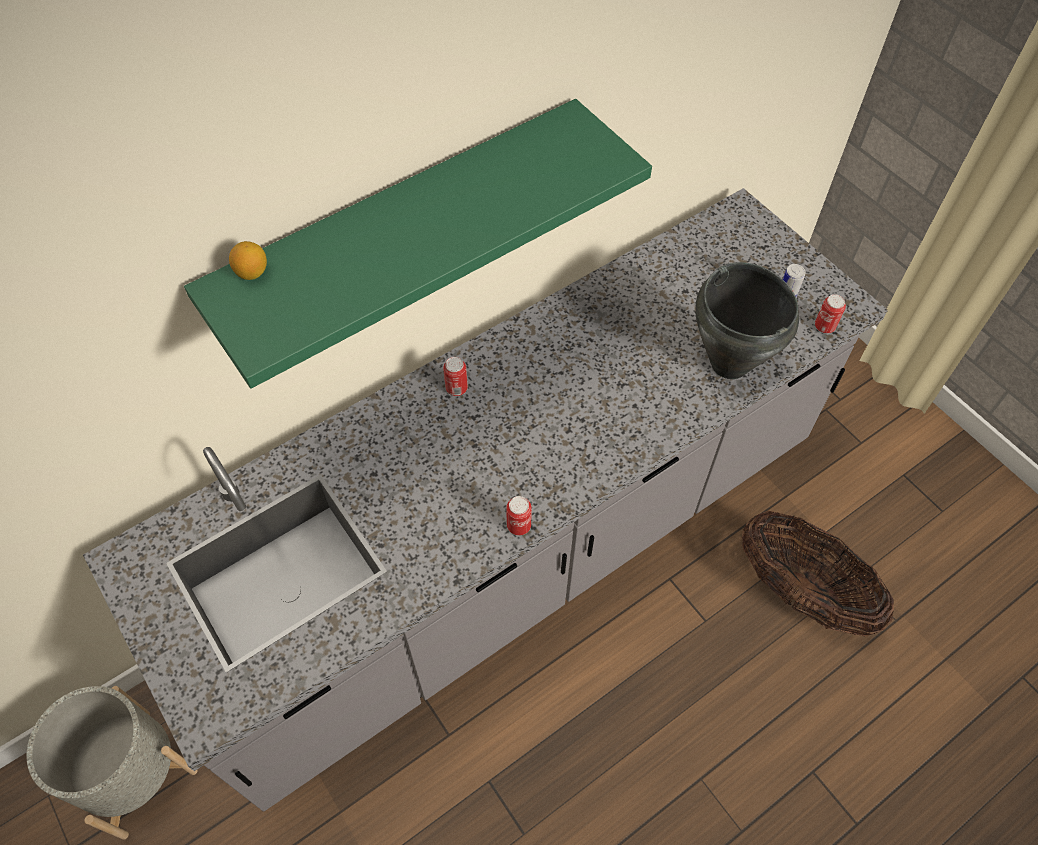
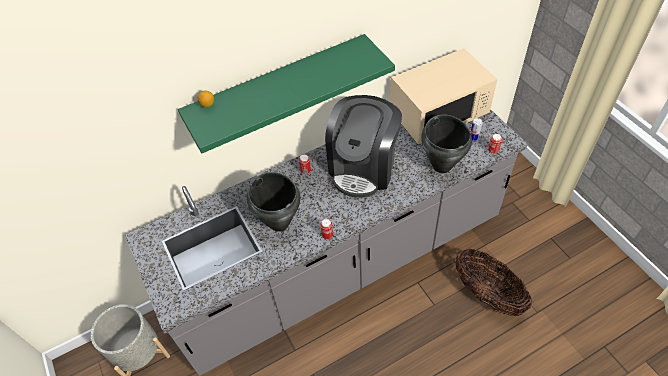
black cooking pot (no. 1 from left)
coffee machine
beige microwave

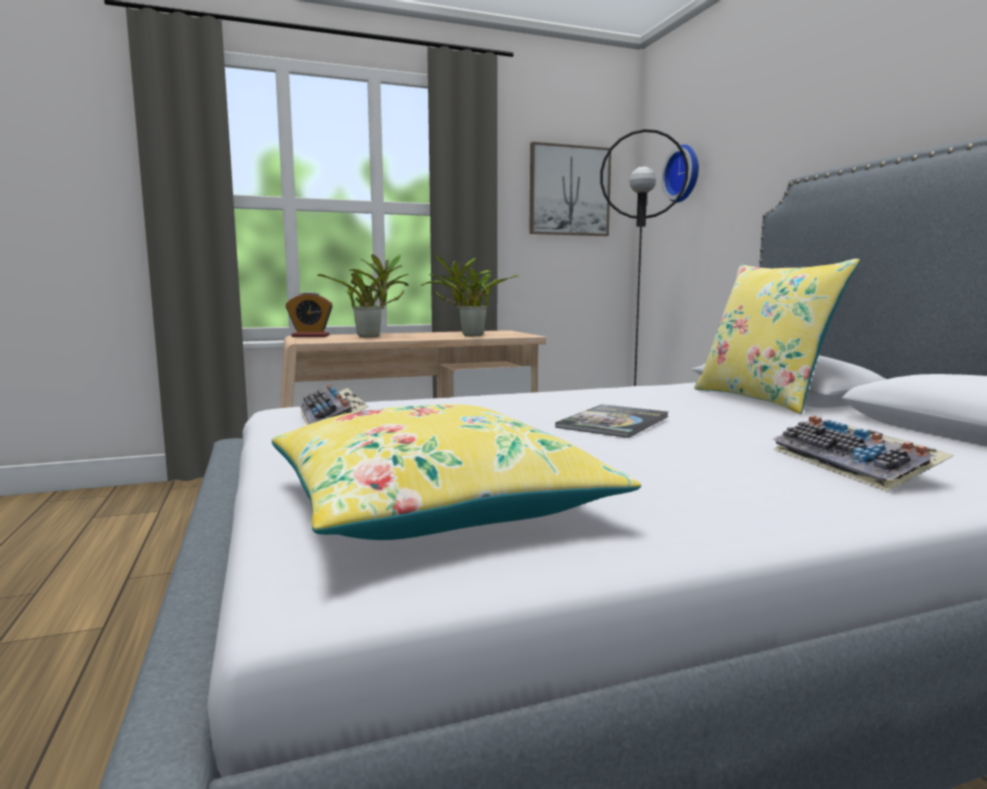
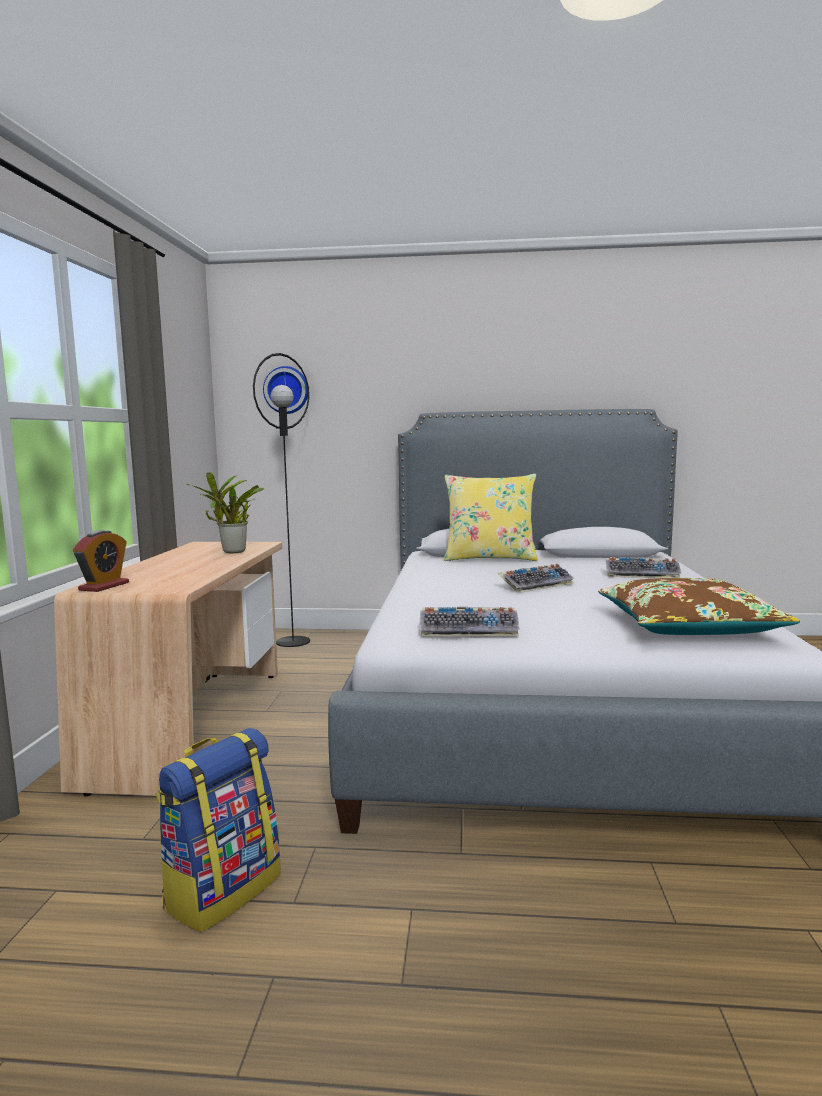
brown pillow
potted plant (no. 1 from left in the first image)
picture
keyboard (no. 2 from left)
backpack

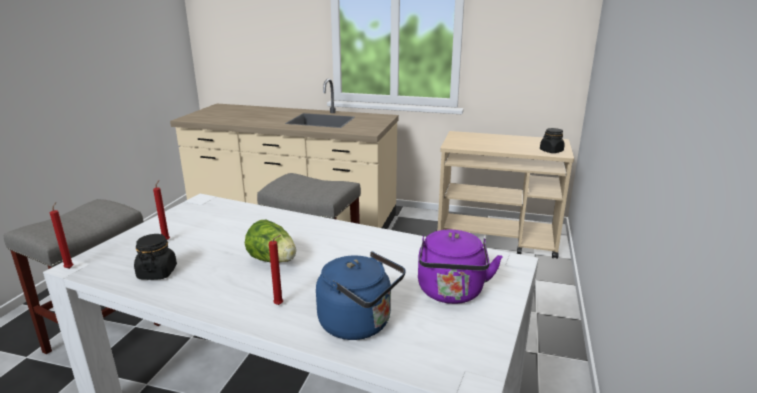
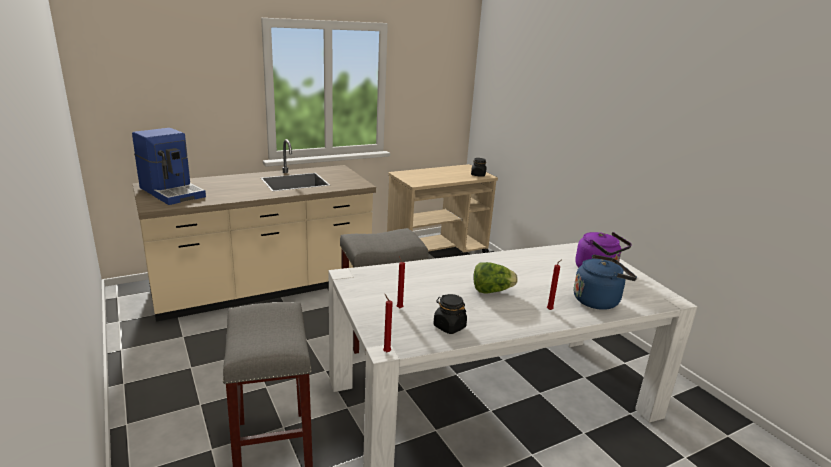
coffee machine

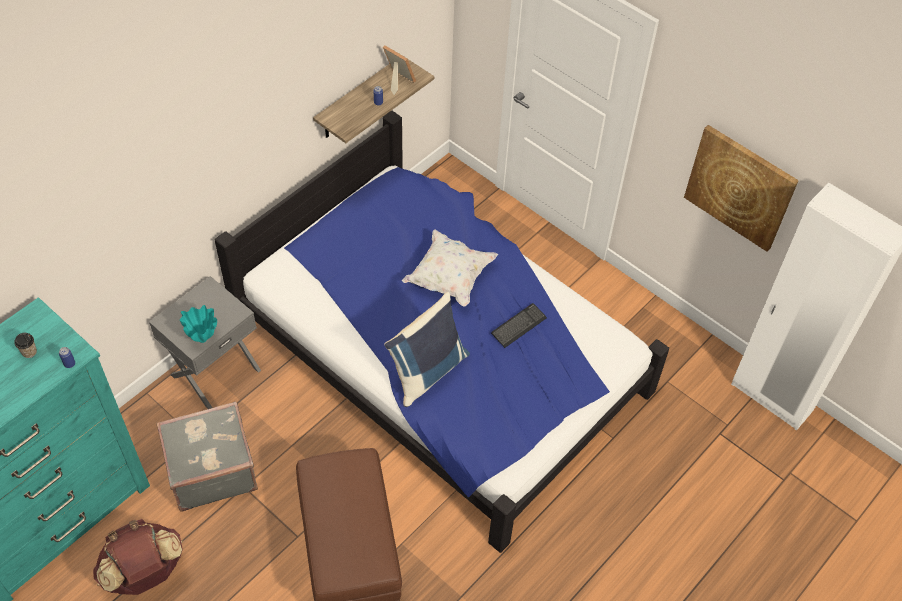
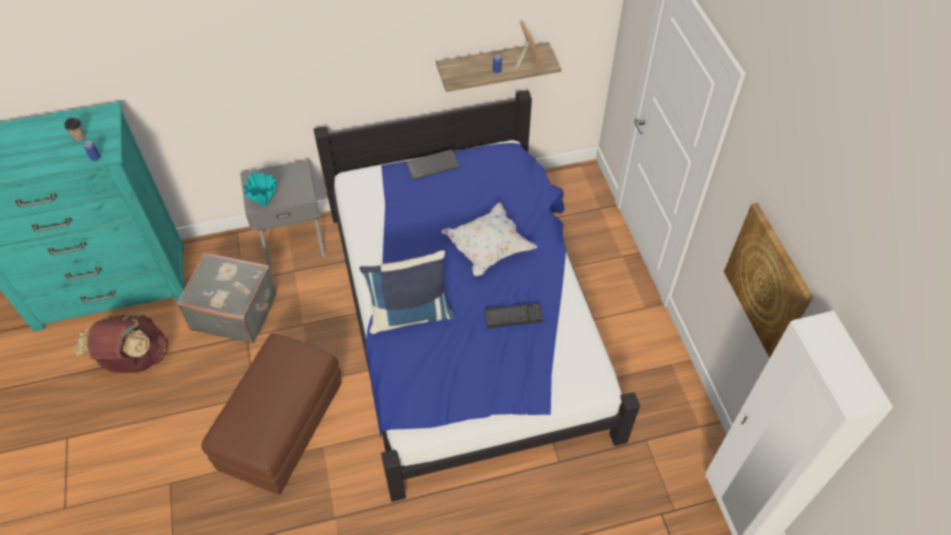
keyboard (no. 1 from left)

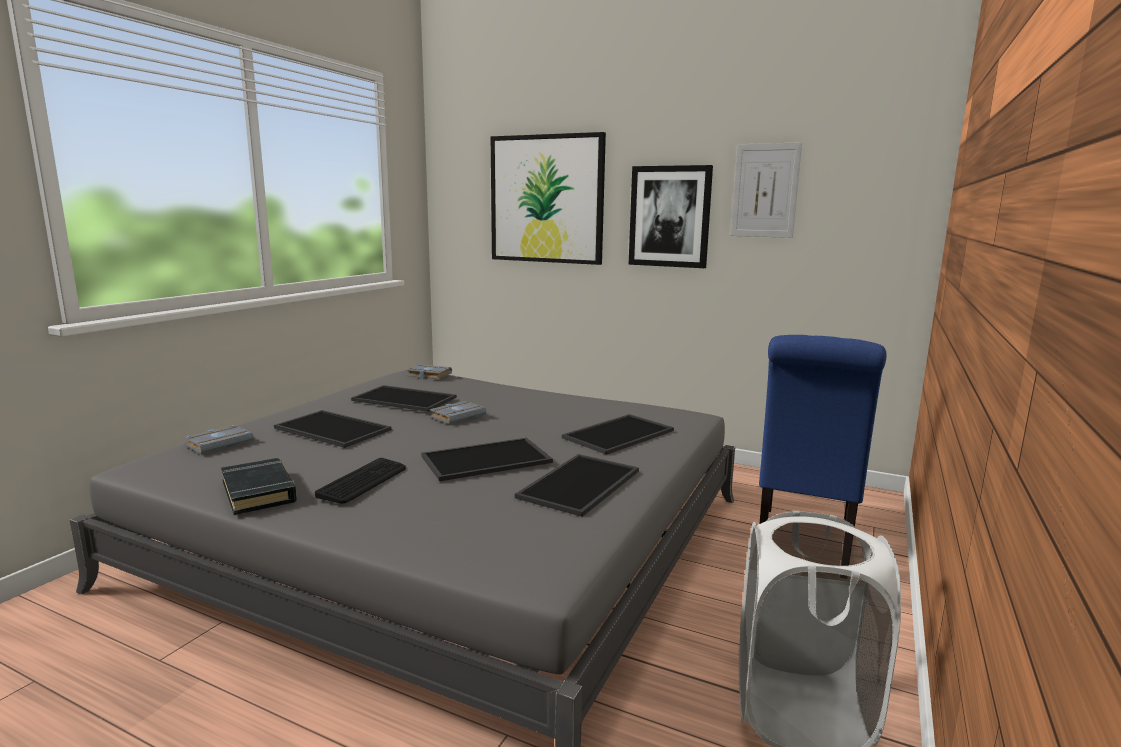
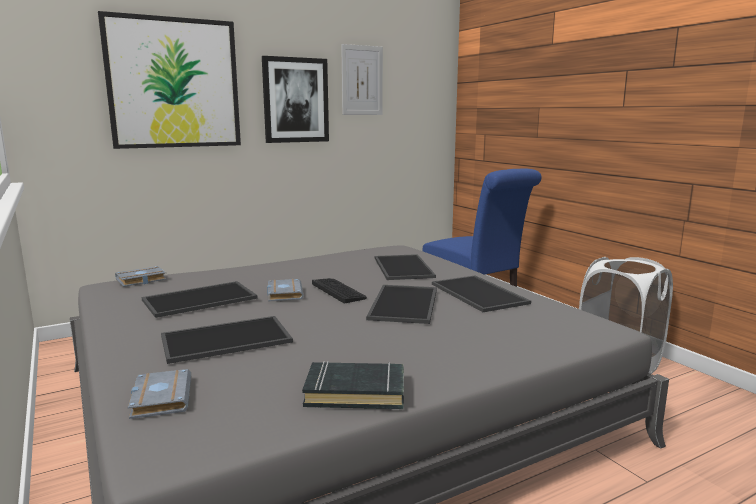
keyboard

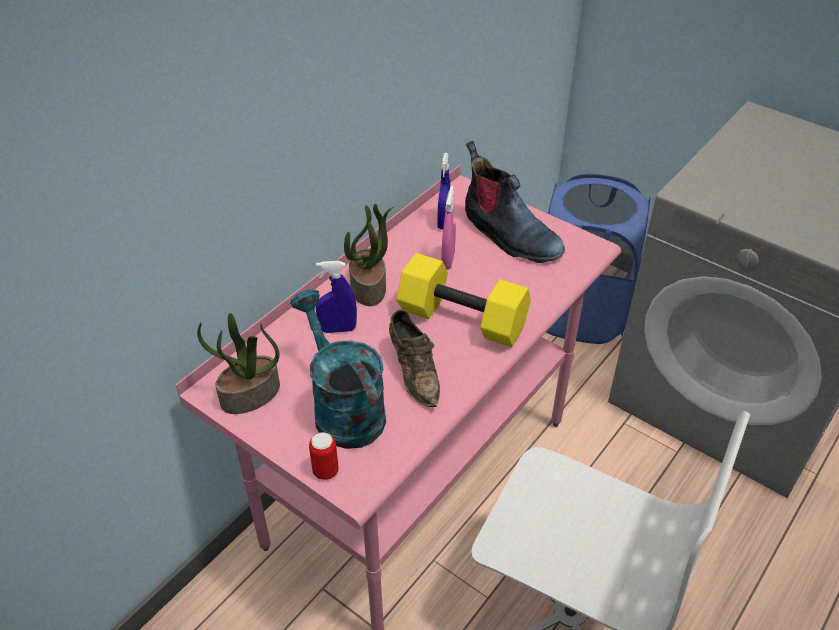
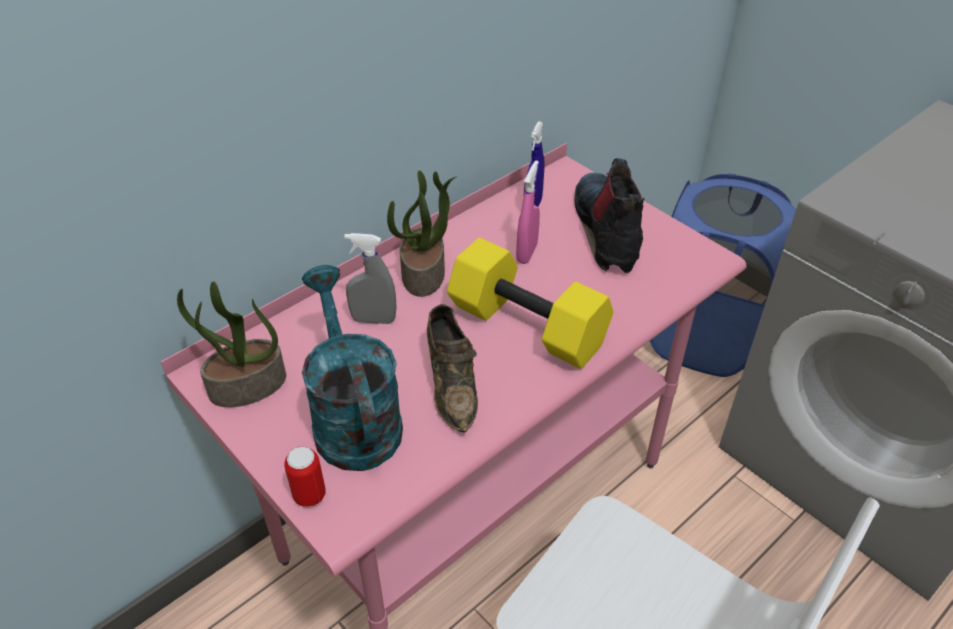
grey spray bottle
boot

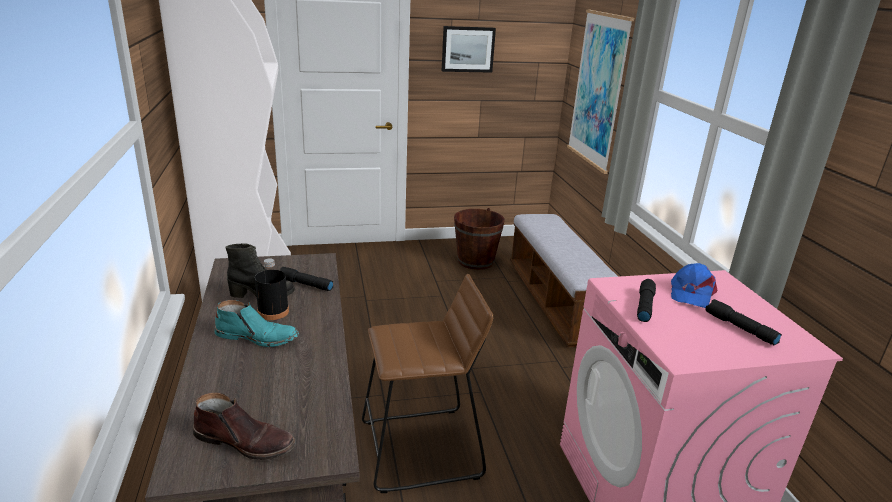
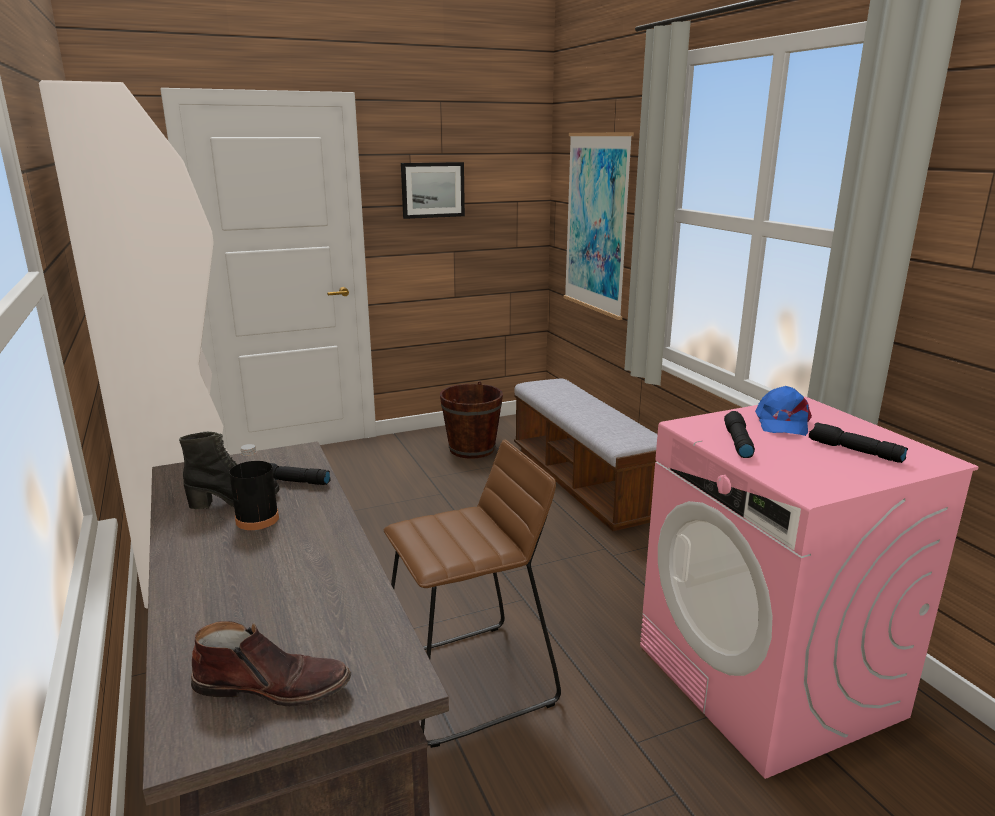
turquoise boot

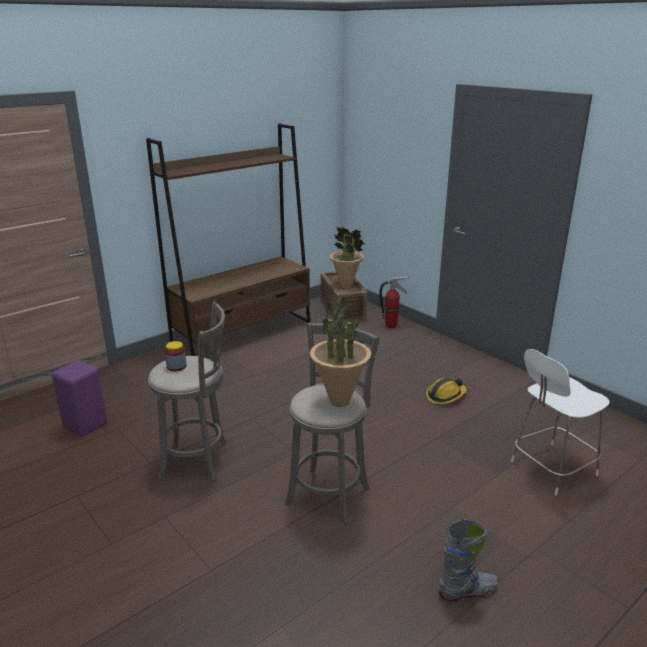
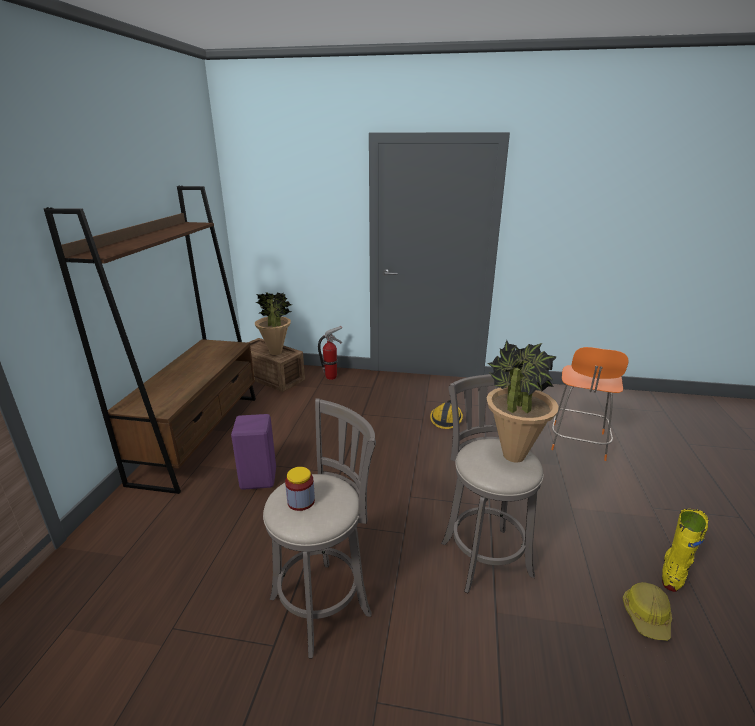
purple stool
yellow boot
orange chair
hard hat (no. 2 from left)

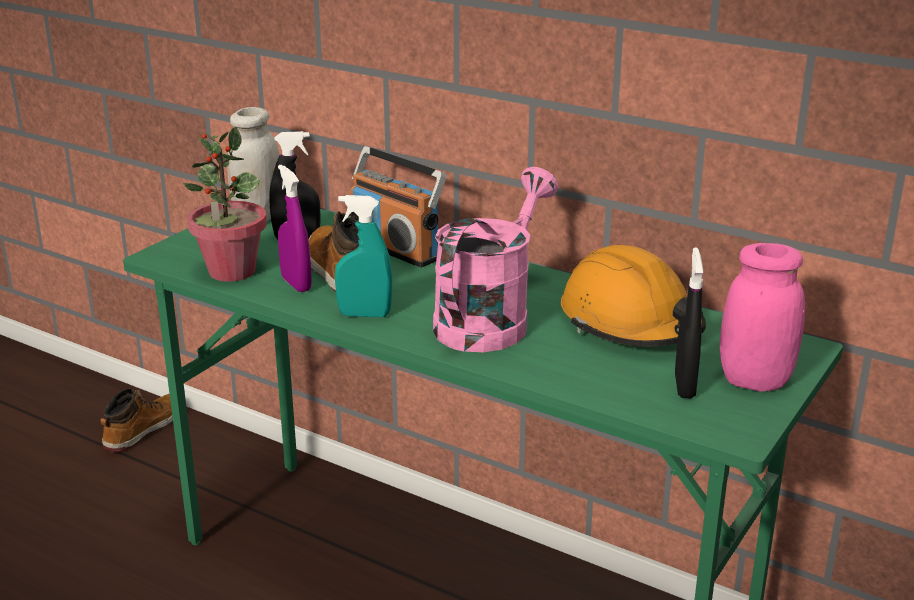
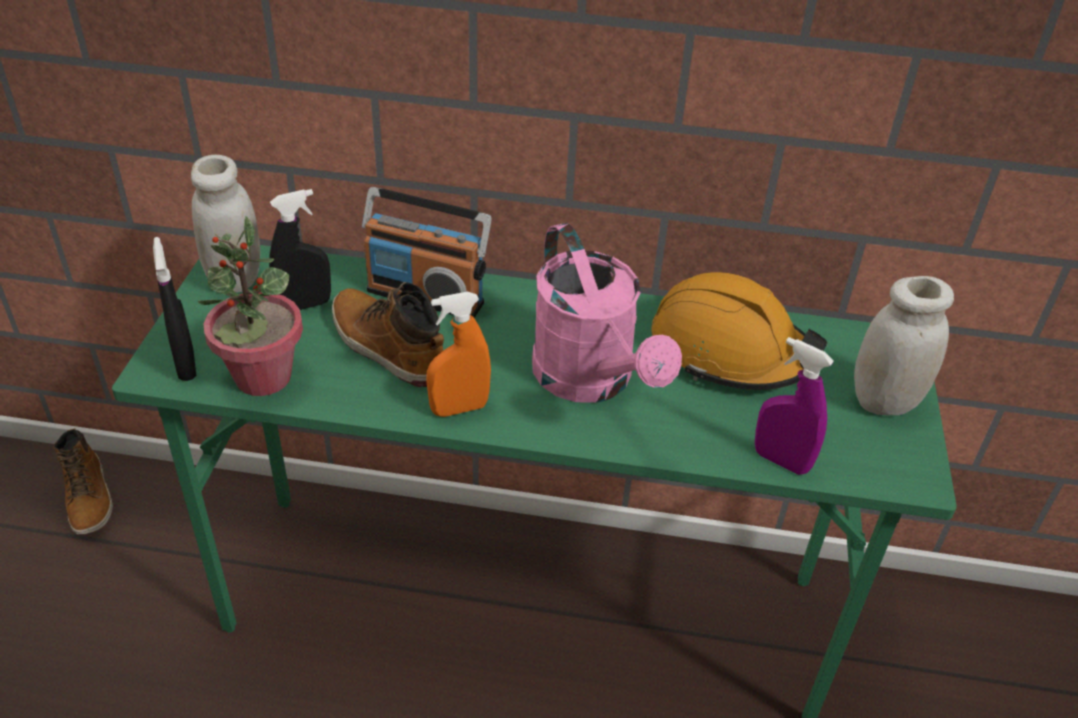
boot (no. 1 from left)
purple spray bottle
orange spray bottle
pink watering can
black spray bottle (no. 1 from left)
white jar (no. 2 from left)

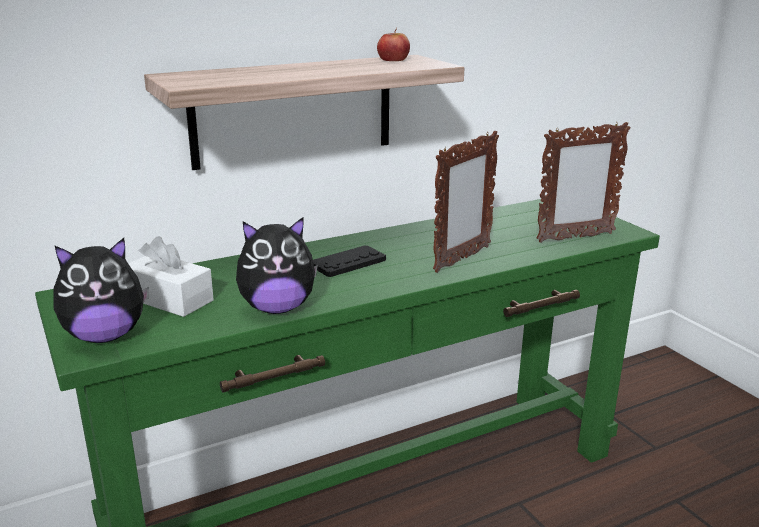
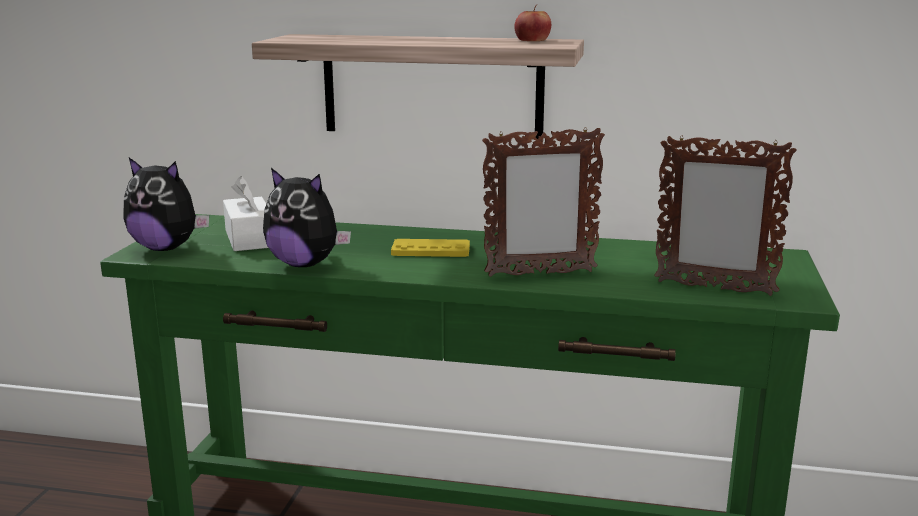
yellow game controller

